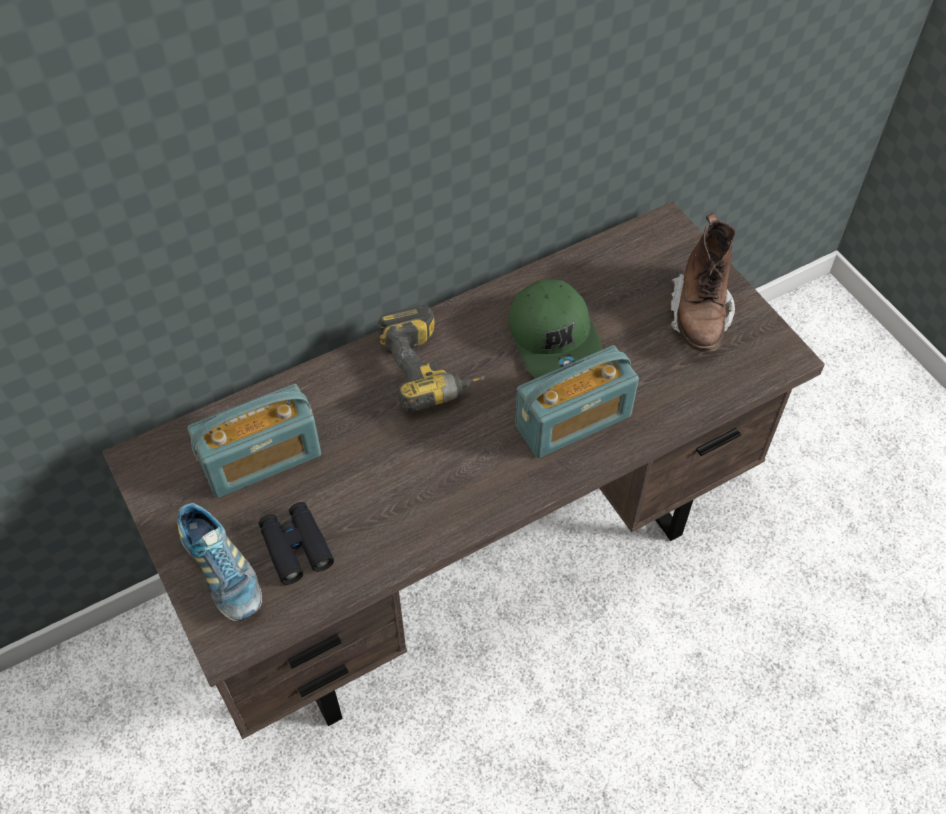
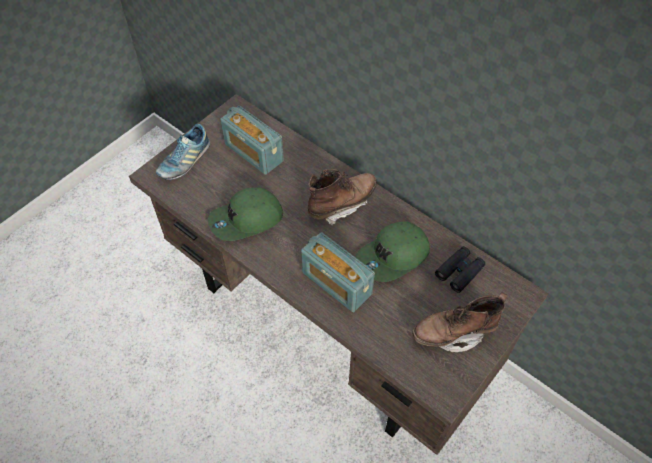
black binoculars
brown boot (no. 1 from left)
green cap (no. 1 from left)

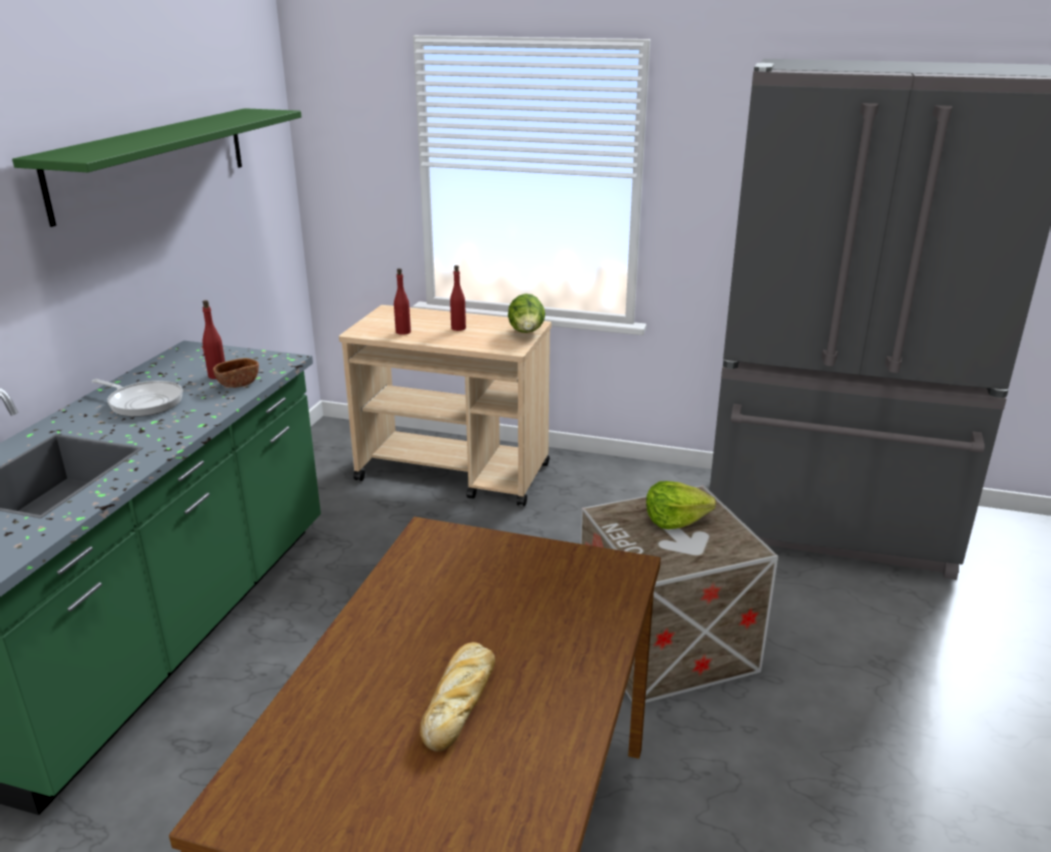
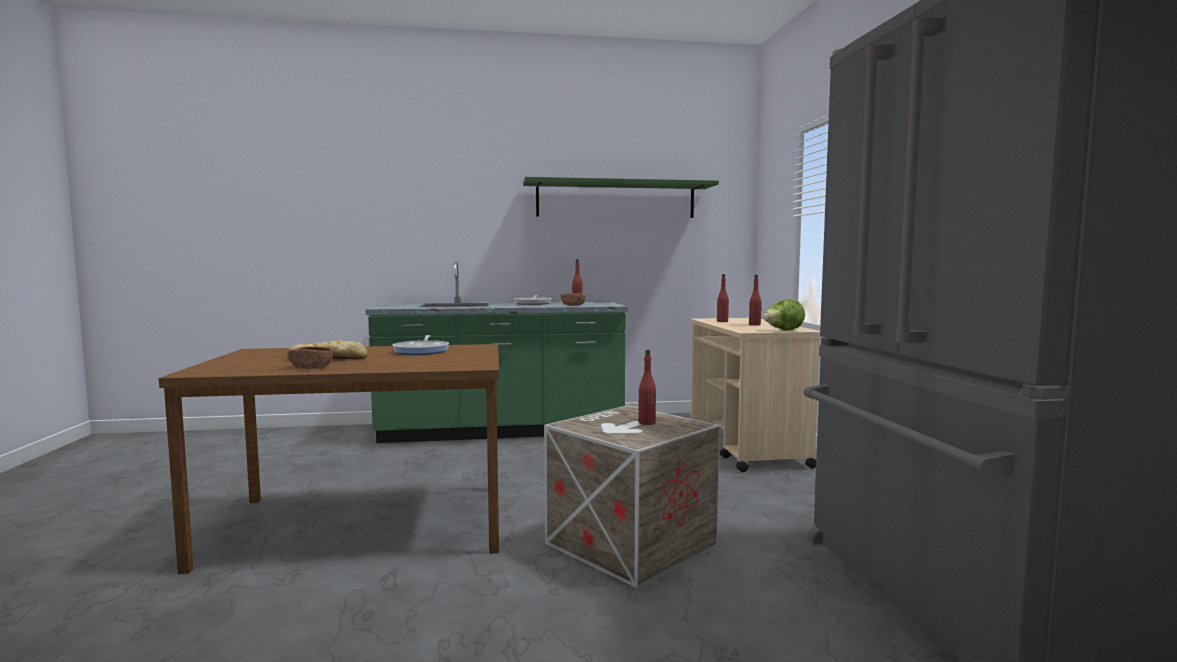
red bottle (no. 2 from left)
brown bowl (no. 1 from left)
frying pan (no. 1 from left)

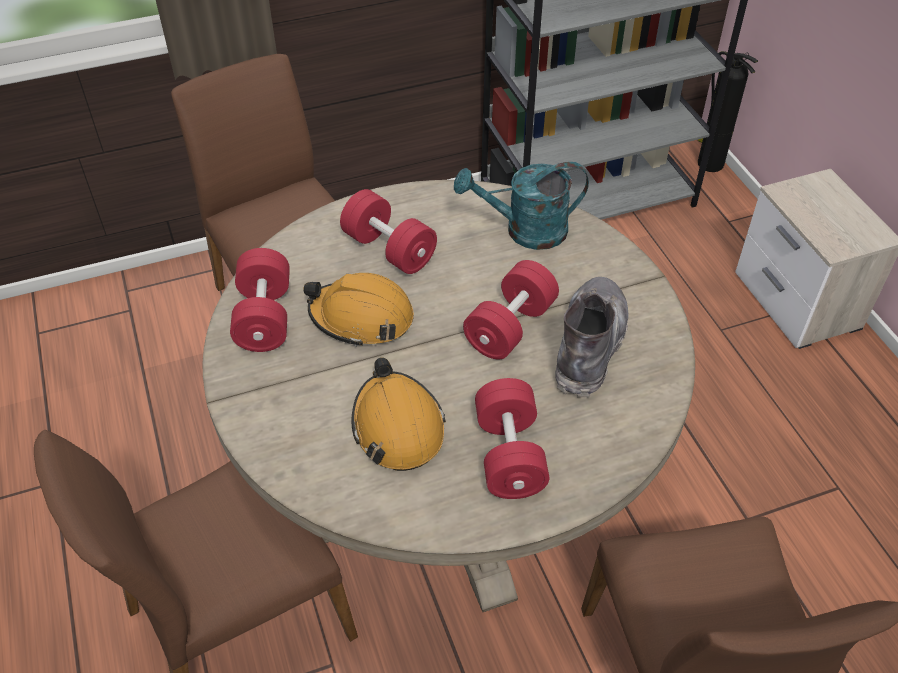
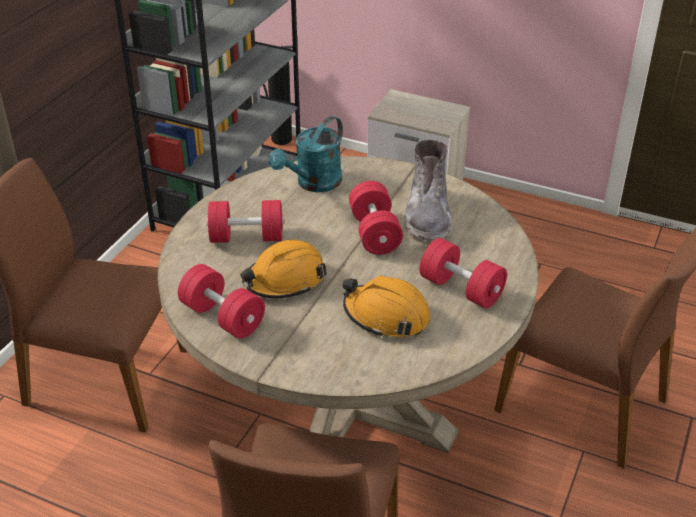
grey boot

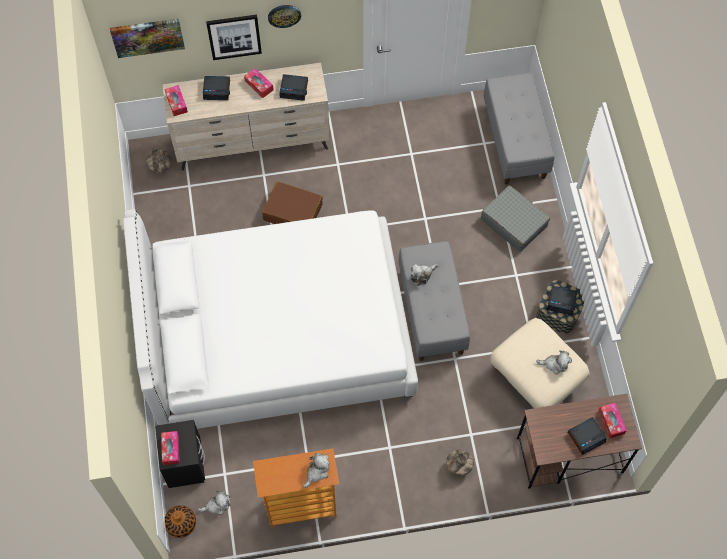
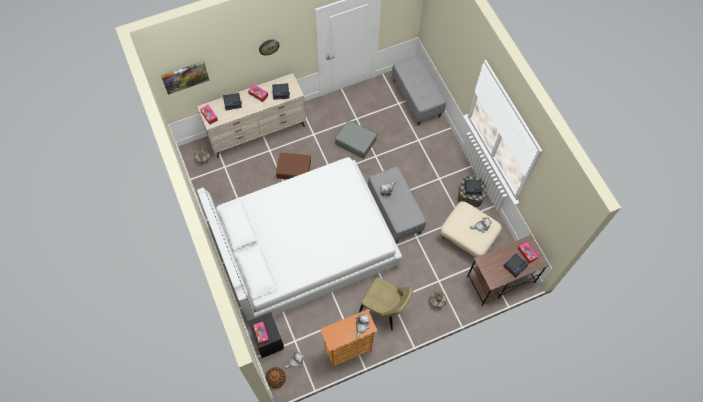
picture (no. 2 from left in the first image)
grey suitcase
beige chair

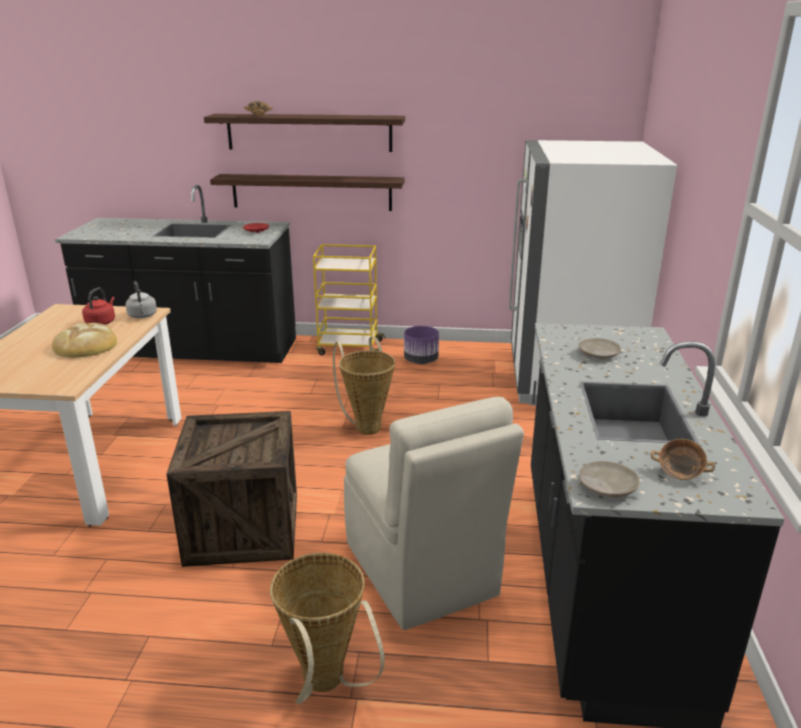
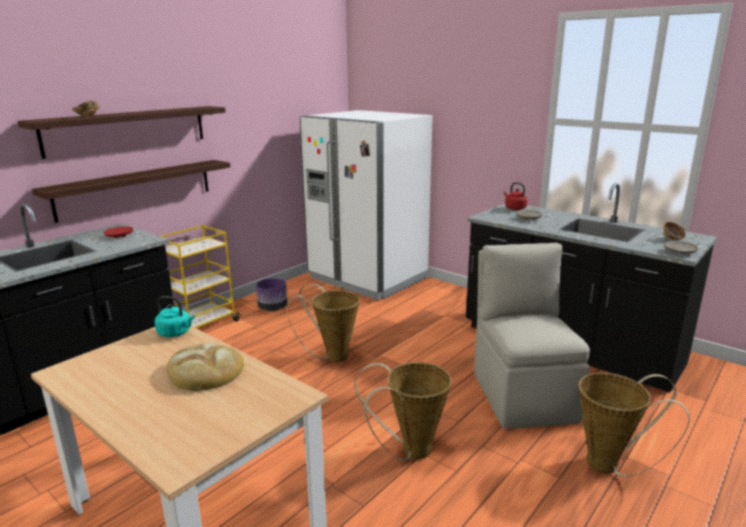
red kettle
turquoise kettle
basket (no. 2 from left)
beige chair

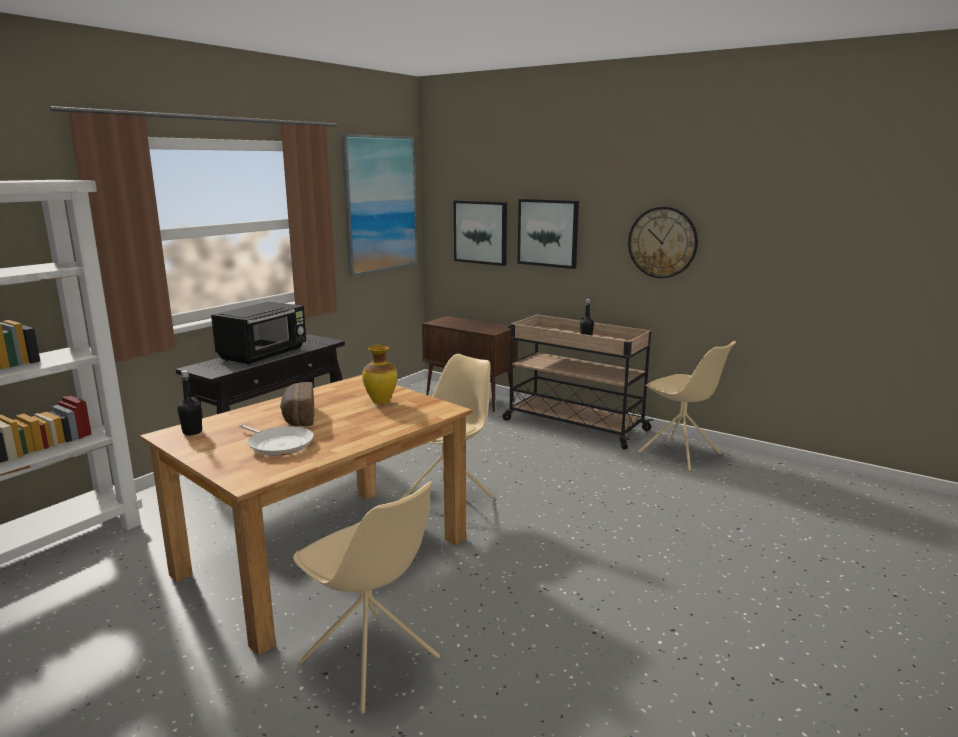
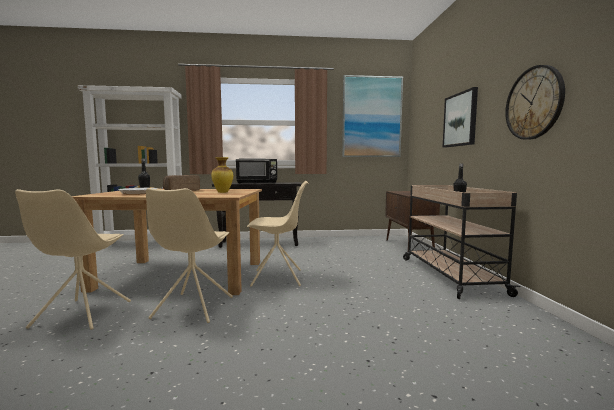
picture (no. 2 from left in the first image)
beige chair (no. 2 from left)

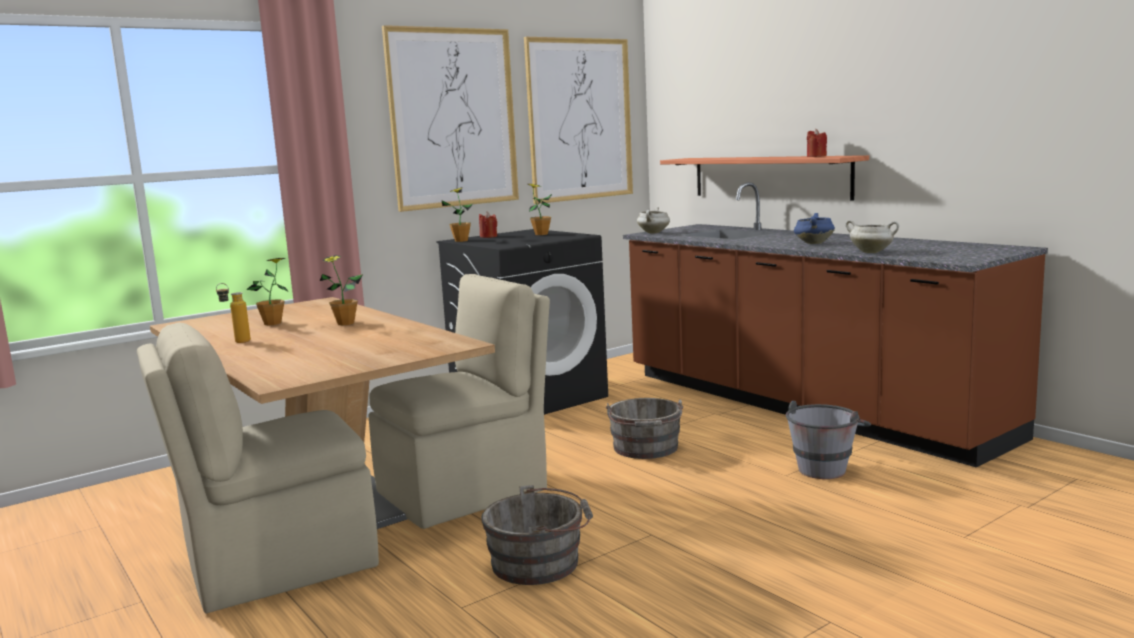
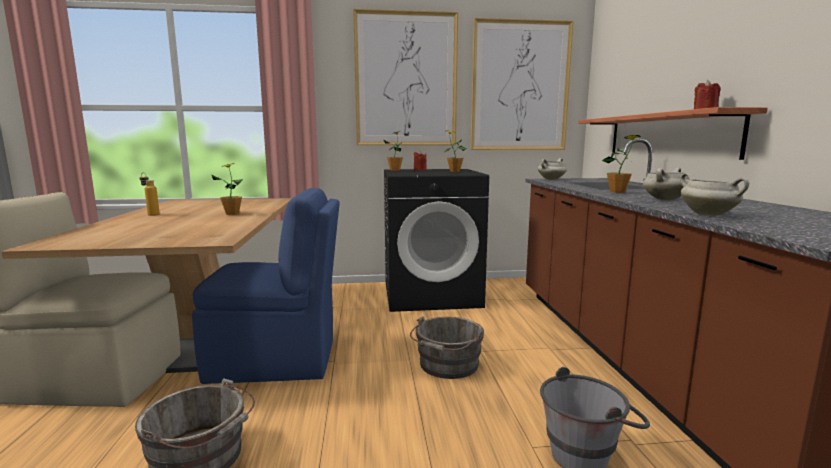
potted plant (no. 4 from left)
blue chair
white cooking pot (no. 2 from left)

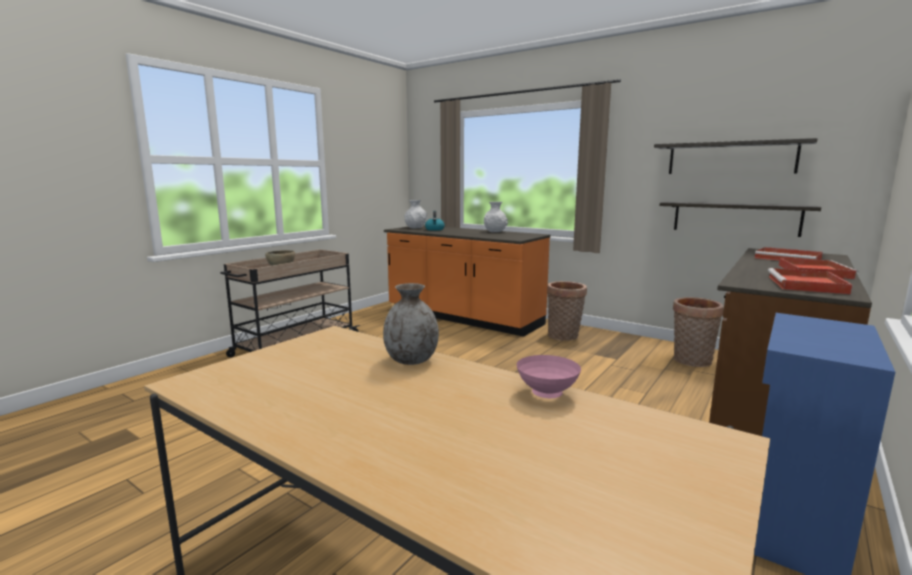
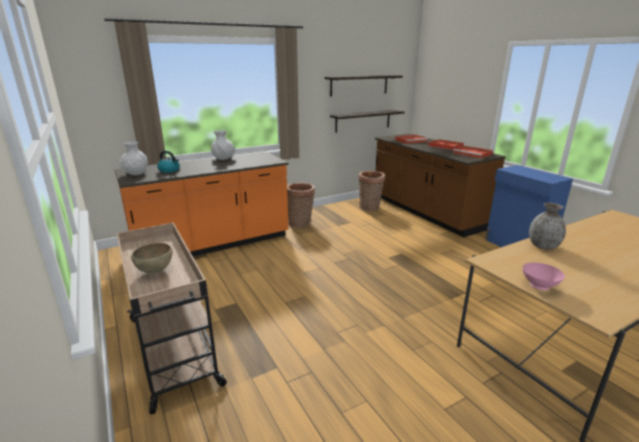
pink bowl

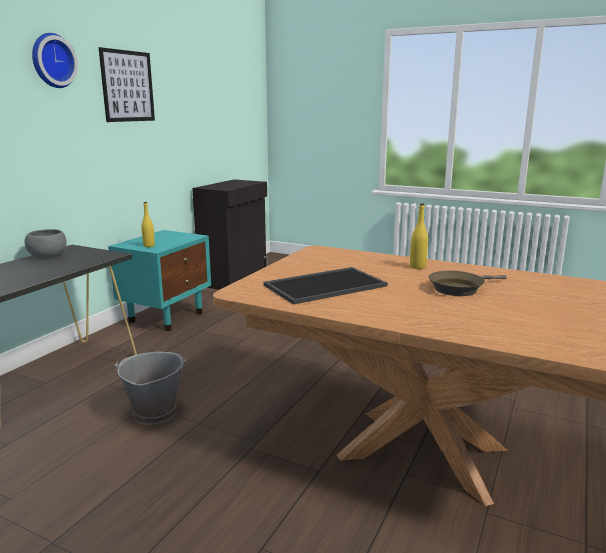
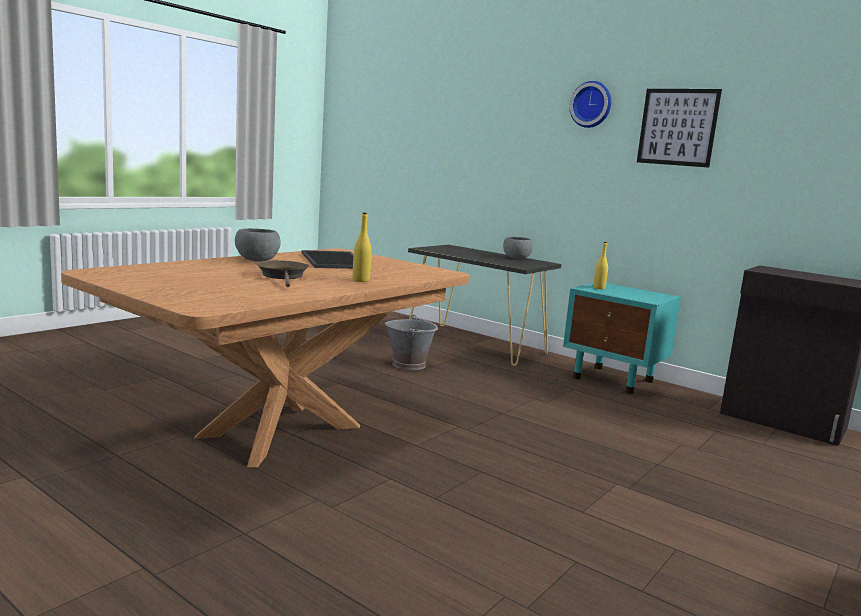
grey bowl (no. 1 from left)

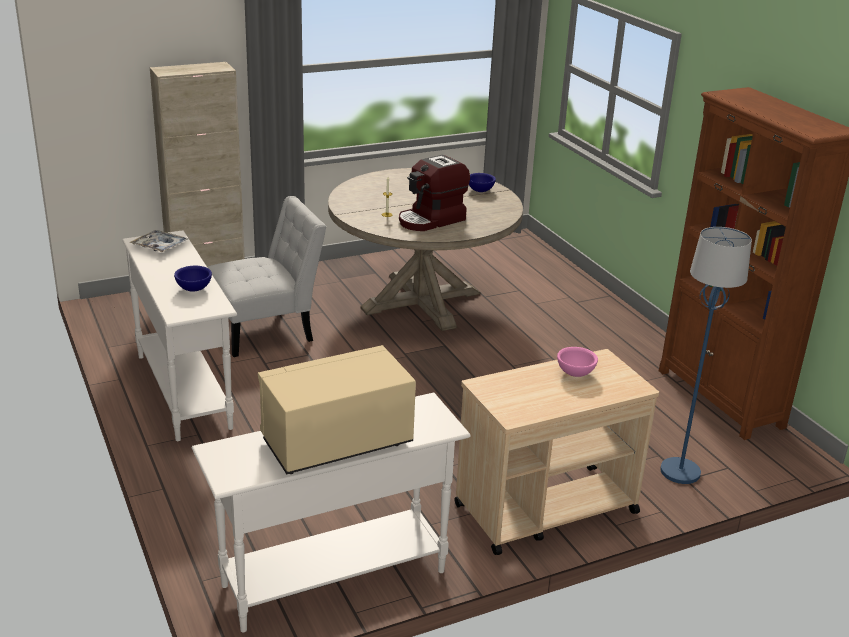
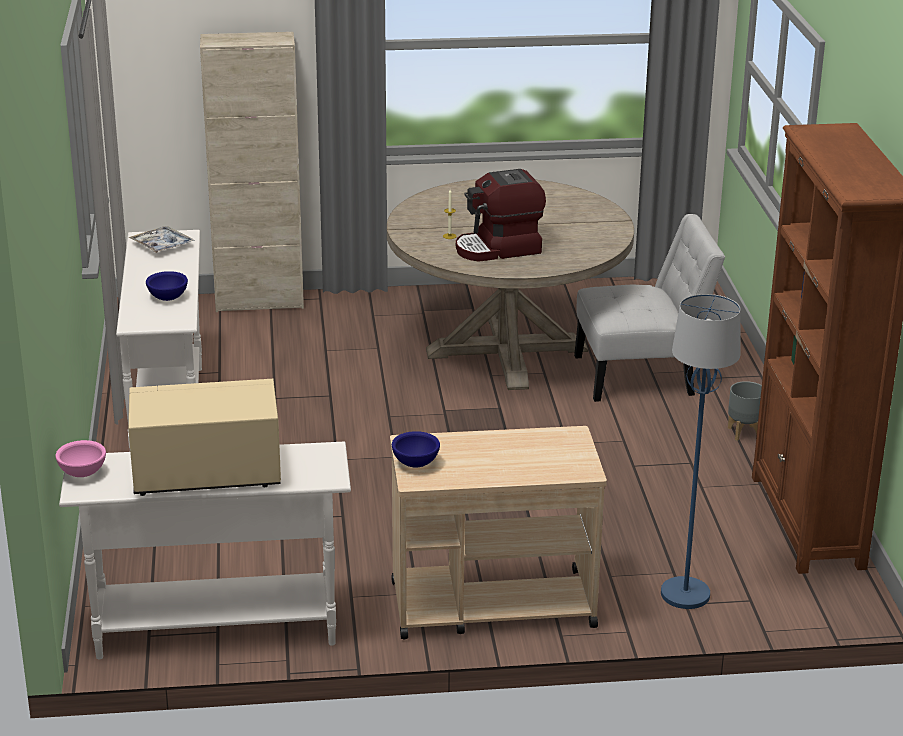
white chair
blue bowl (no. 2 from left)
pink bowl
grey planter

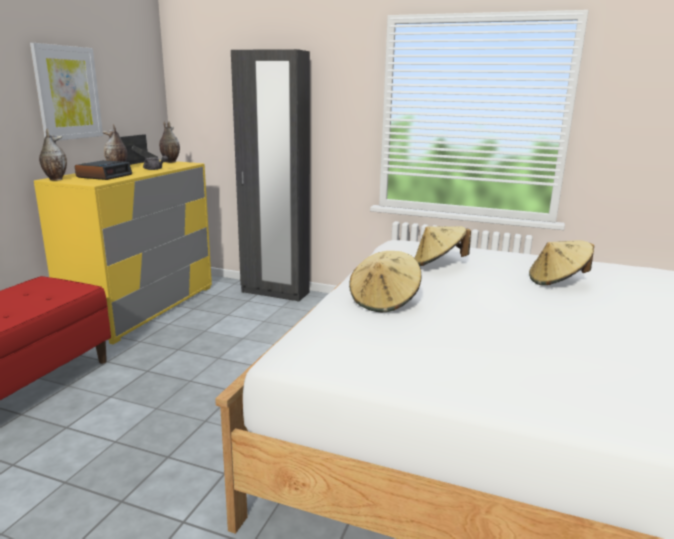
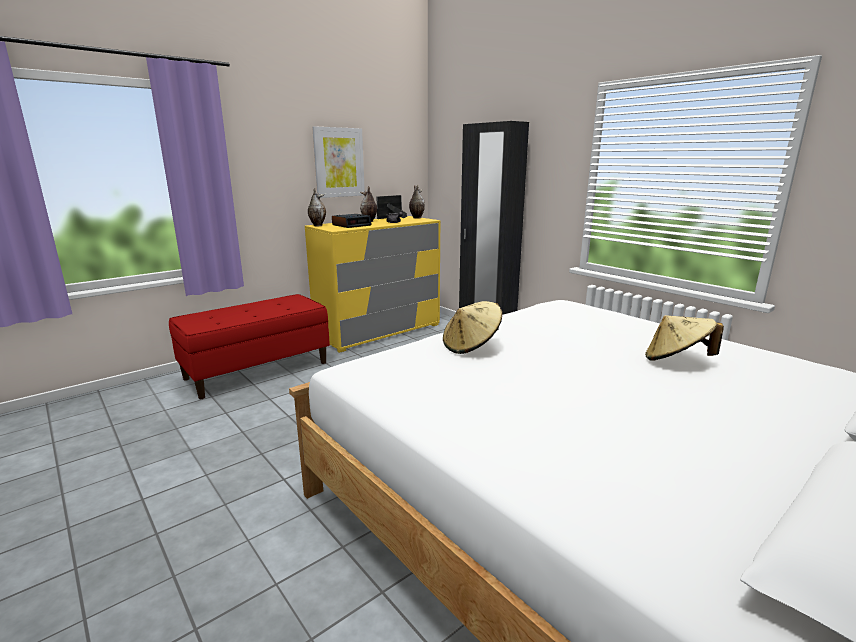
beige hat (no. 2 from left in the first image)

